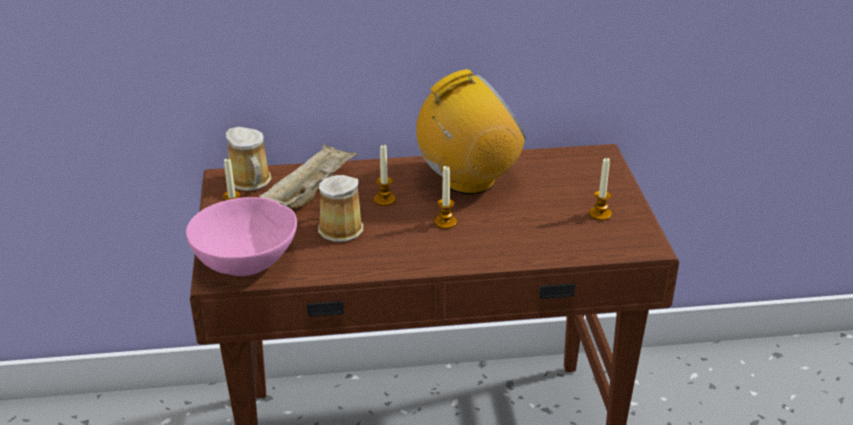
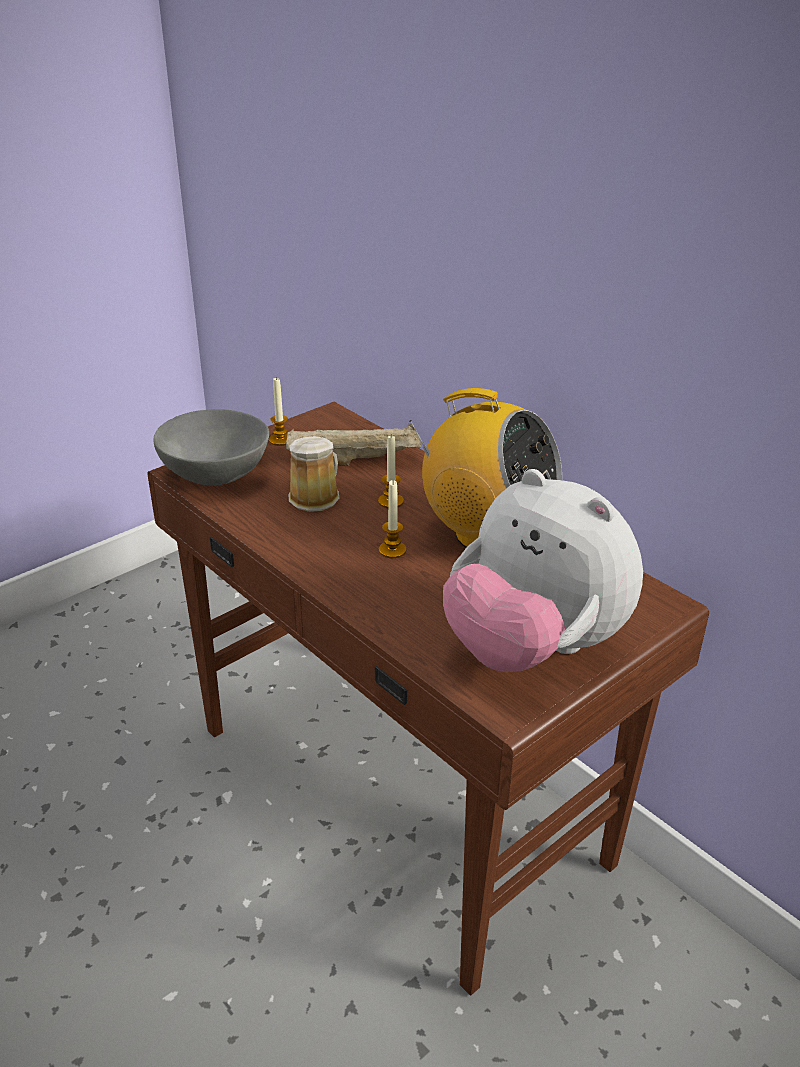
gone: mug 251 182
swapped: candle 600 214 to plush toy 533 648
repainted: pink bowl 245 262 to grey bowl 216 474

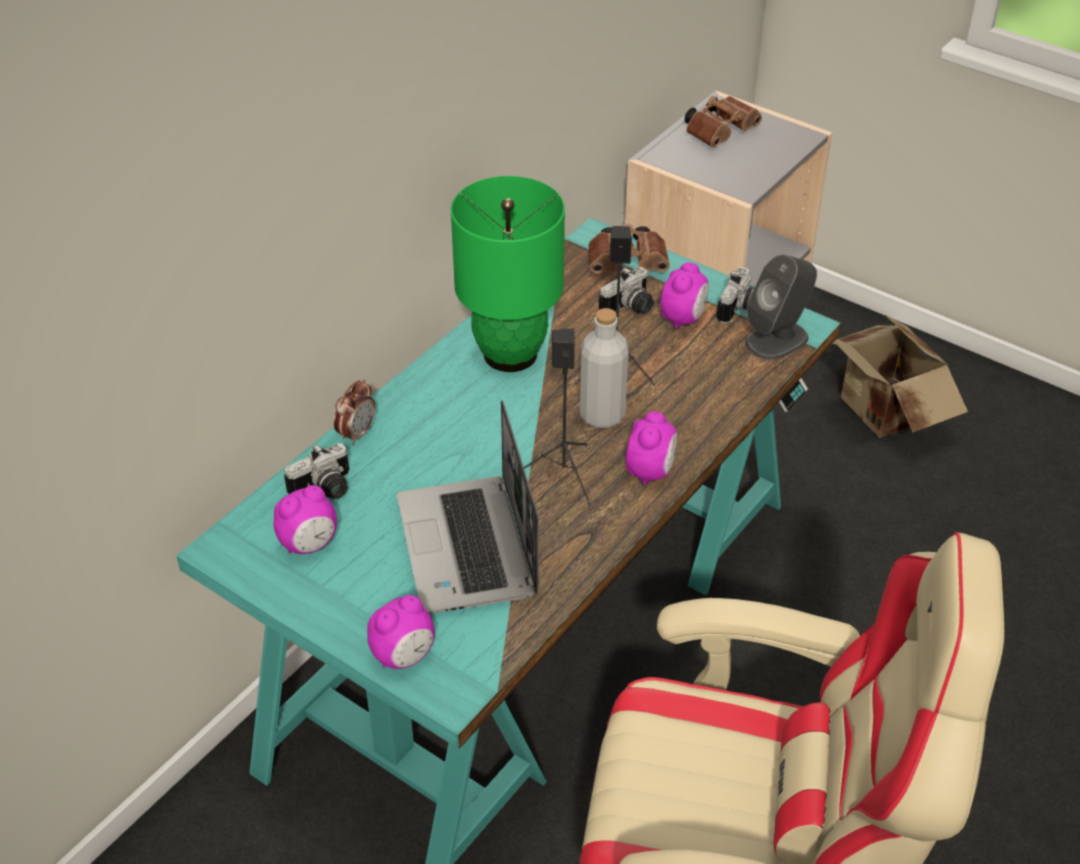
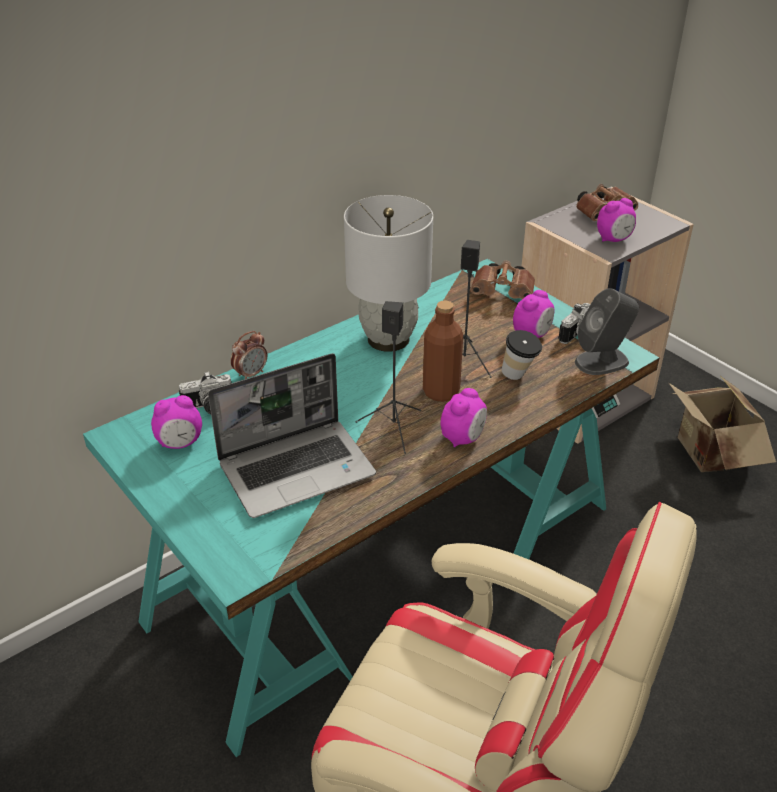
gone: photo camera 630 309
new: cup 519 376
shifted: alarm clock 404 656 to 614 239
repainted: green table lamp 510 354 to white table lamp 388 339; grey bottle 602 415 to brown bottle 441 392
rotated: laptop 469 548 = 298 468 120 degrees counterclockwise

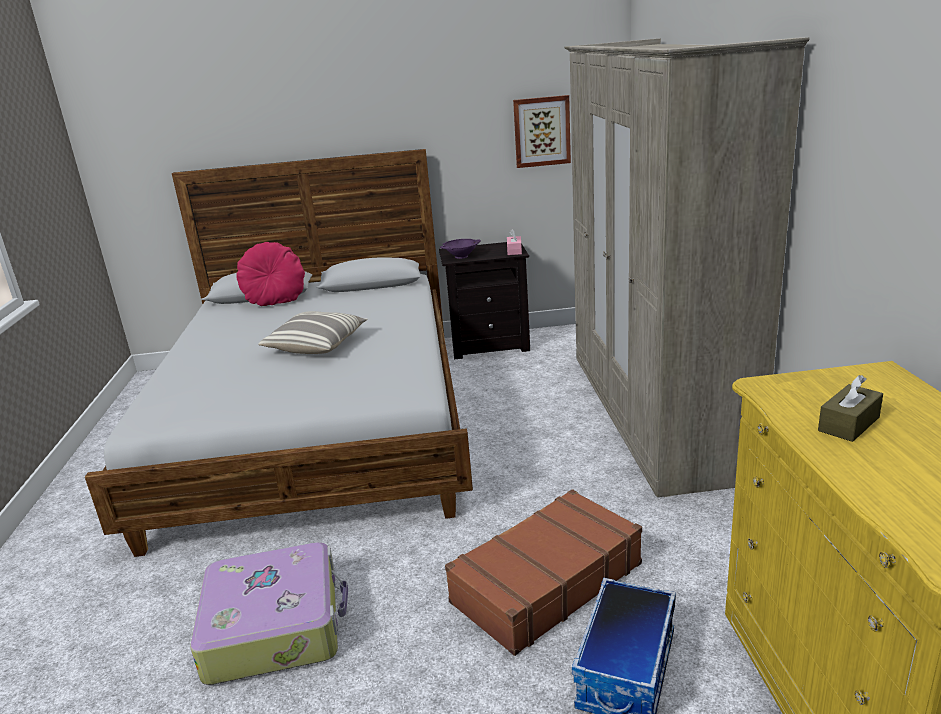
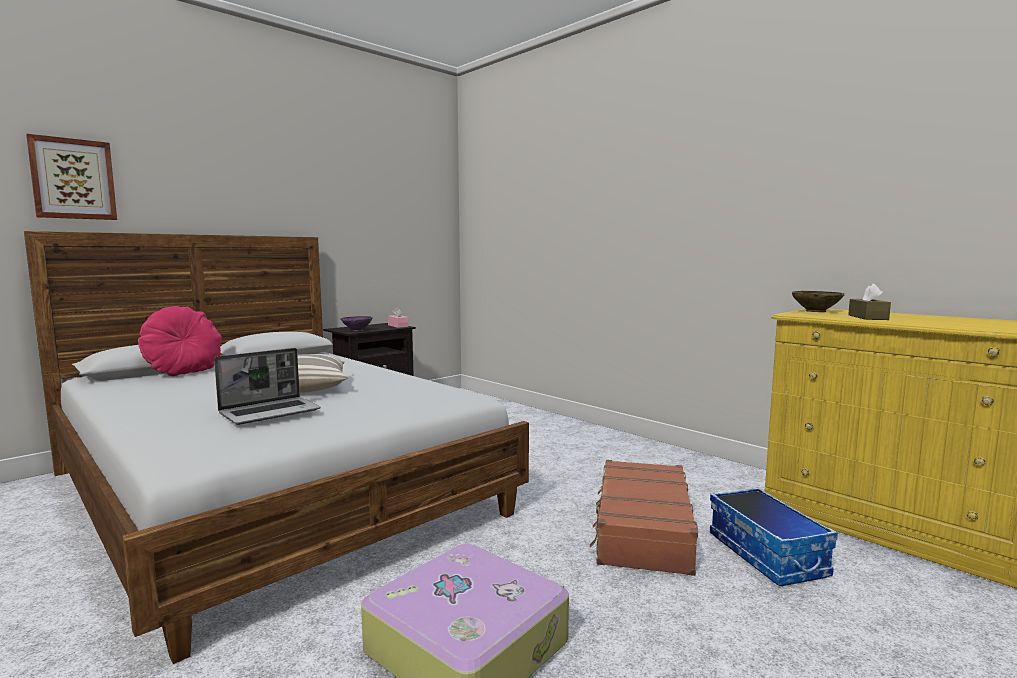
gone: beige wardrobe 653 412
new: laptop 271 412; beige bowl 815 311
shifted: picture 541 131 to 73 179

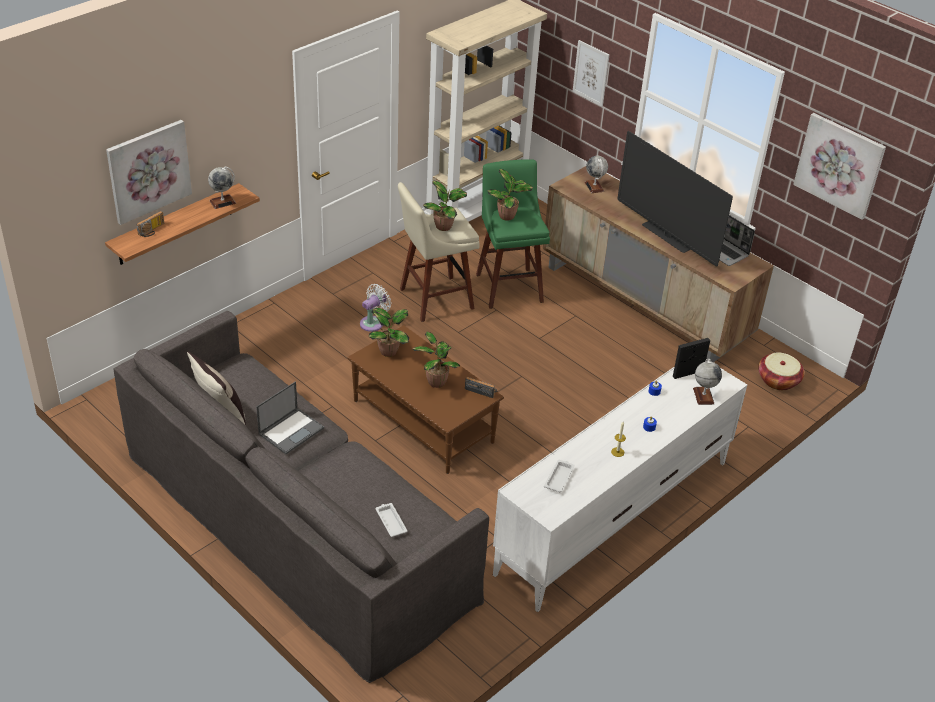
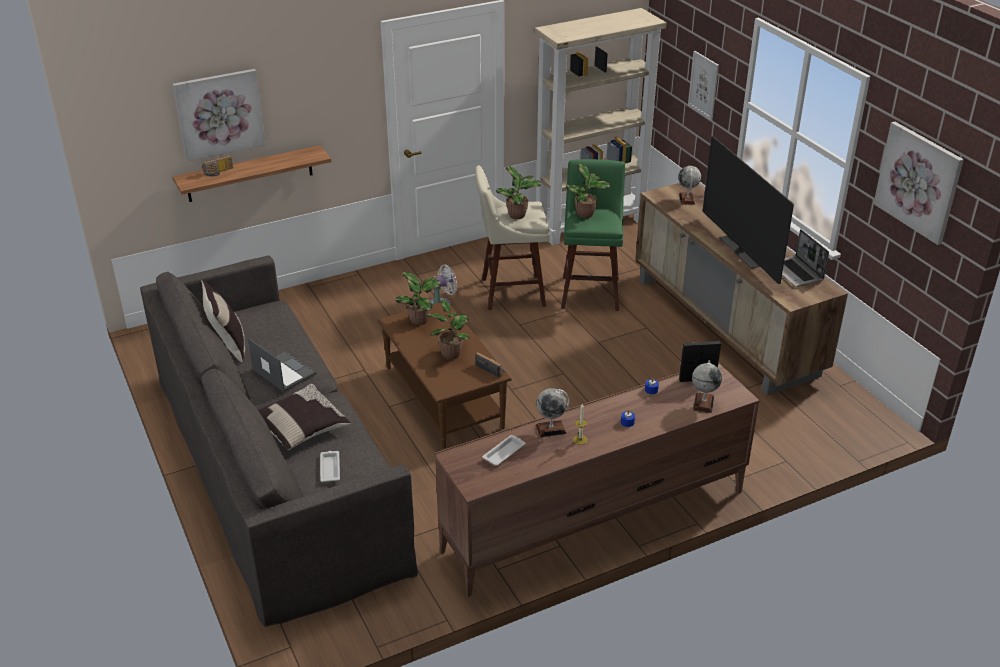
gone: basket 778 380
new: pillow 301 427
shifted: globe 223 202 to 551 429
repainted: white cabinet 614 518 to brown cabinet 594 522
rotated: laptop 291 430 = 283 371 105 degrees counterclockwise

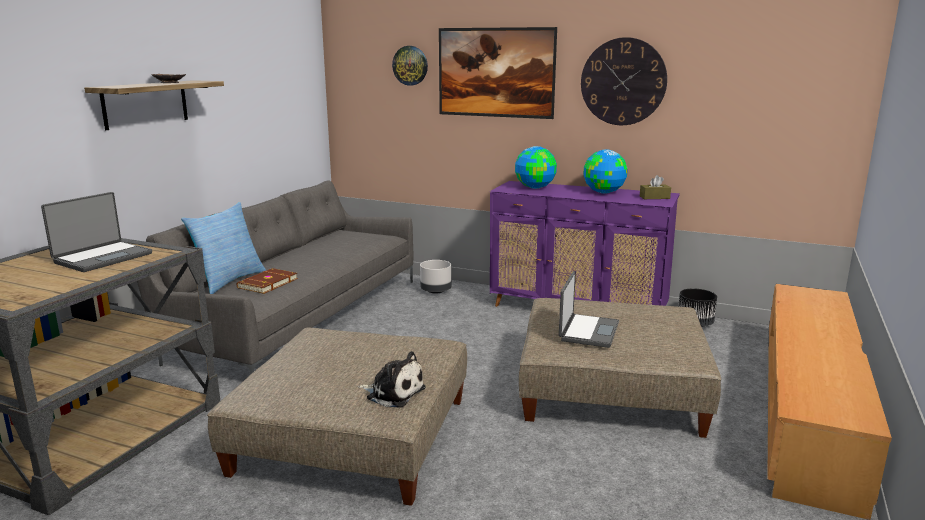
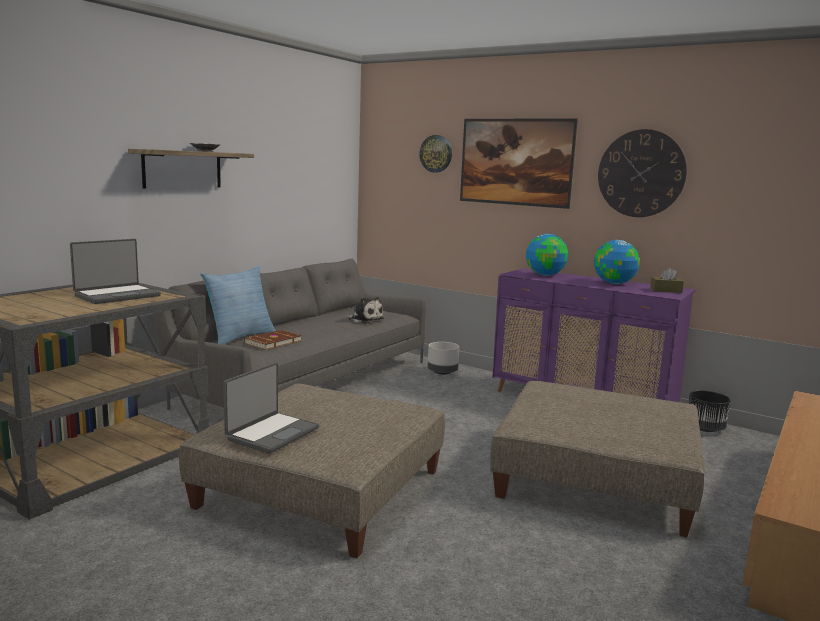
shifted: plush toy 393 393 to 364 319; laptop 587 331 to 271 433

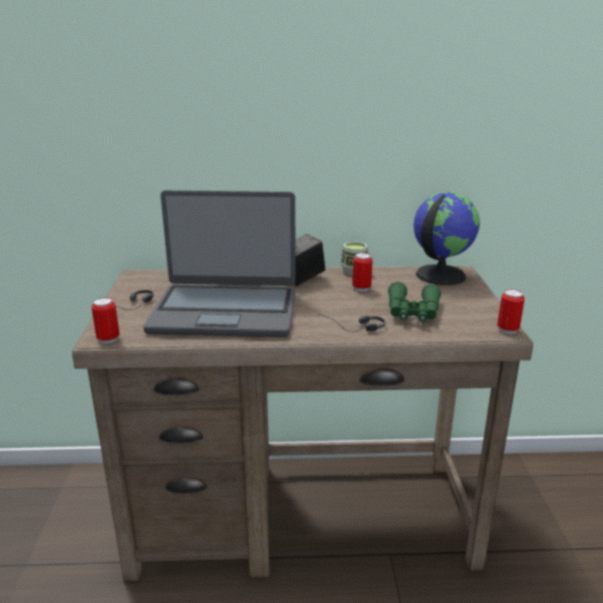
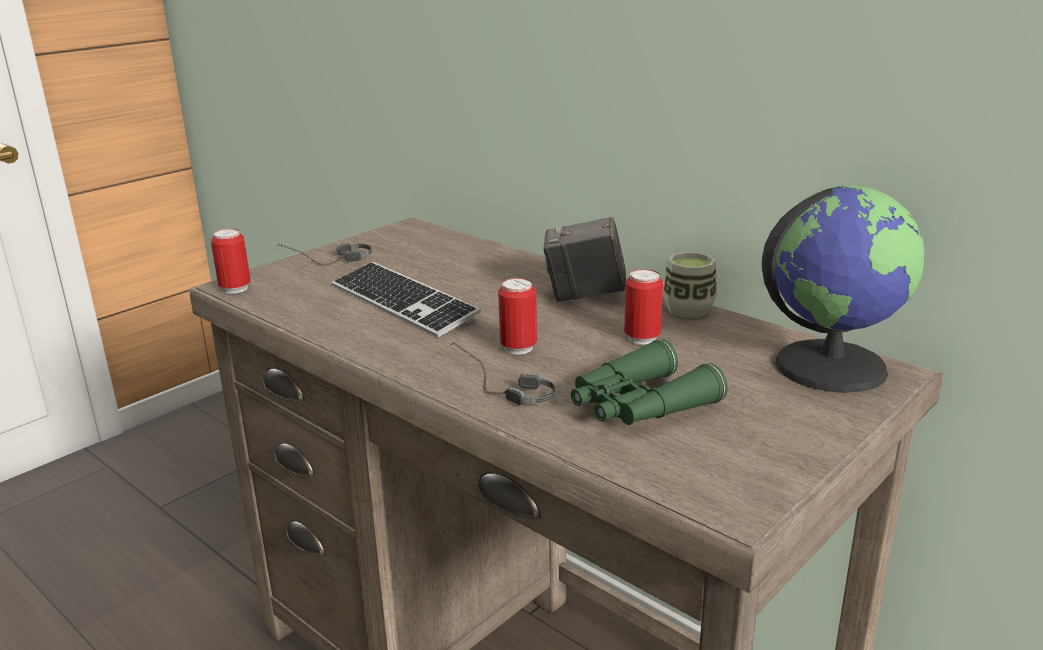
shifted: can 507 330 to 518 348
swapped: laptop 225 311 to keyboard 403 302

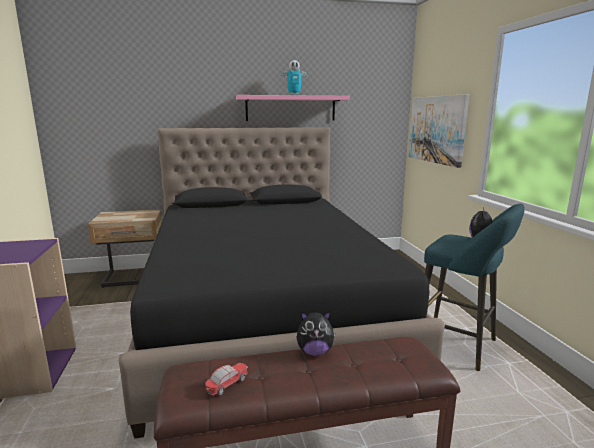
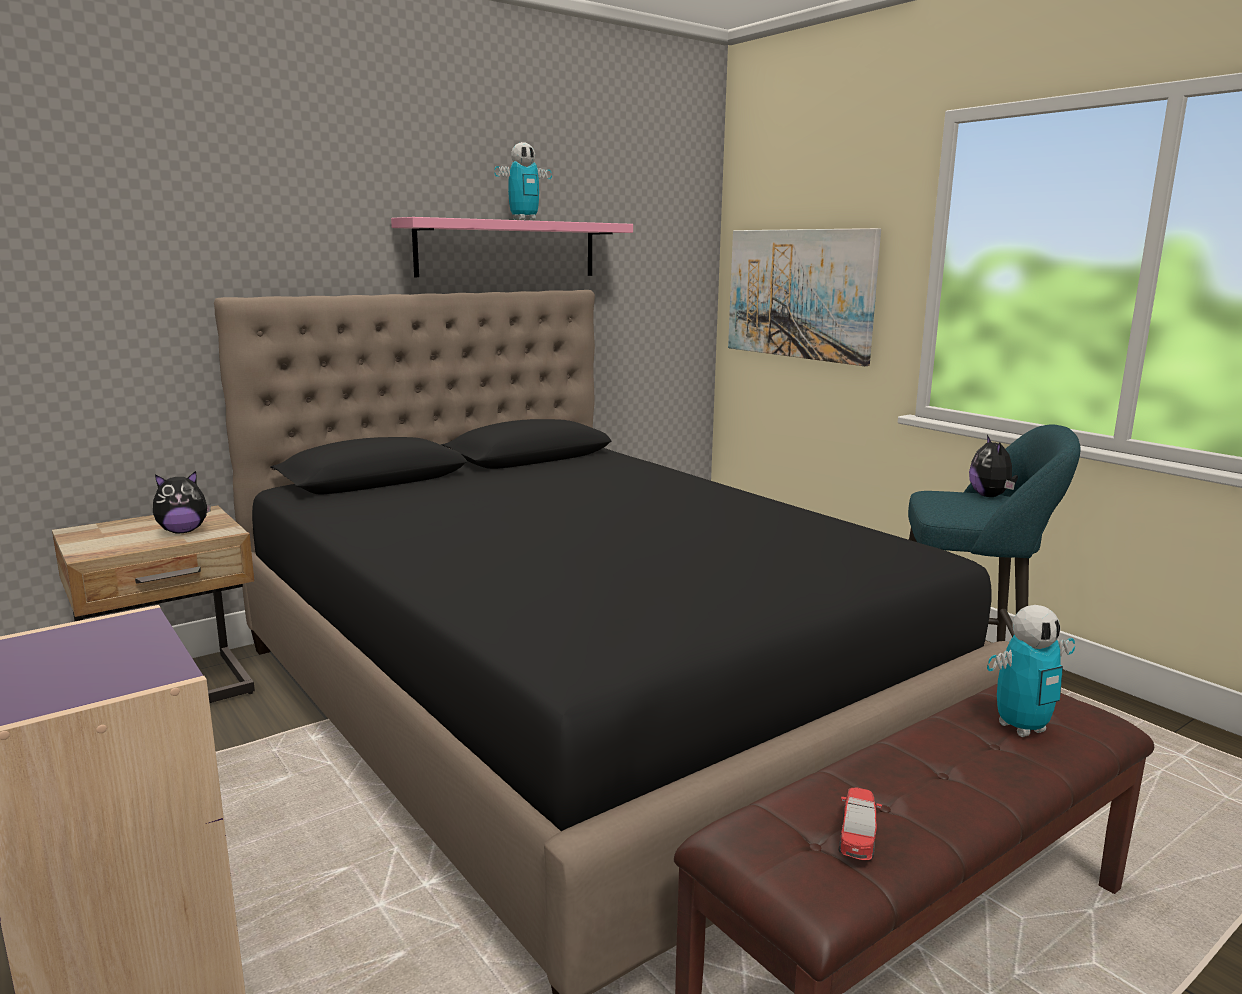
new: toy robot 1021 728
shifted: plush toy 315 352 to 183 531

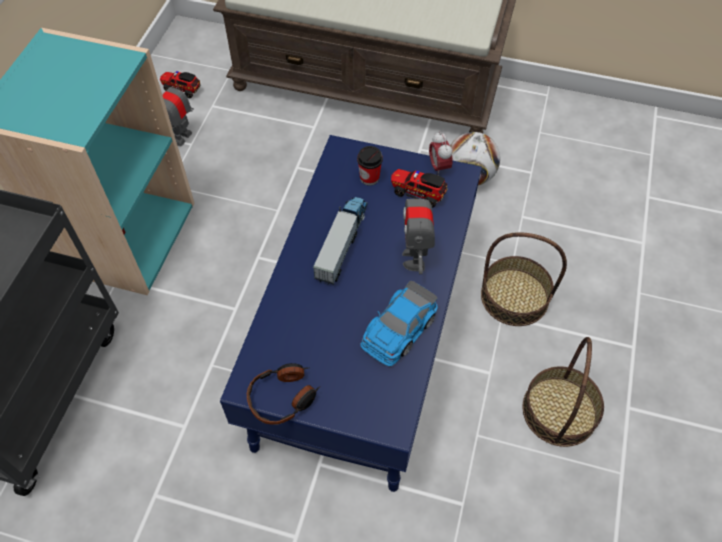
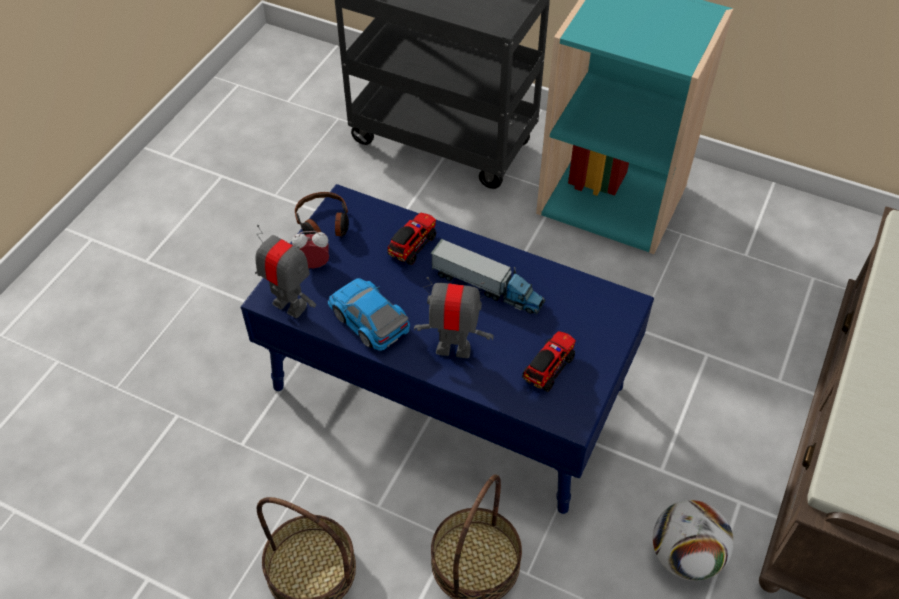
gone: cup 369 178
shifted: toy truck 181 89 to 413 245; toy robot 181 137 to 290 305; alarm clock 439 167 to 314 264

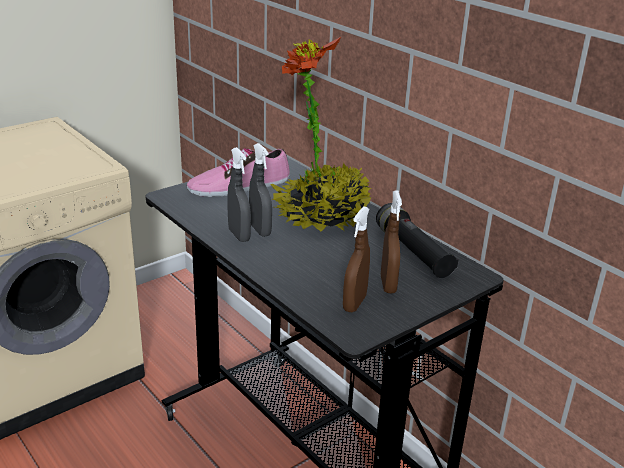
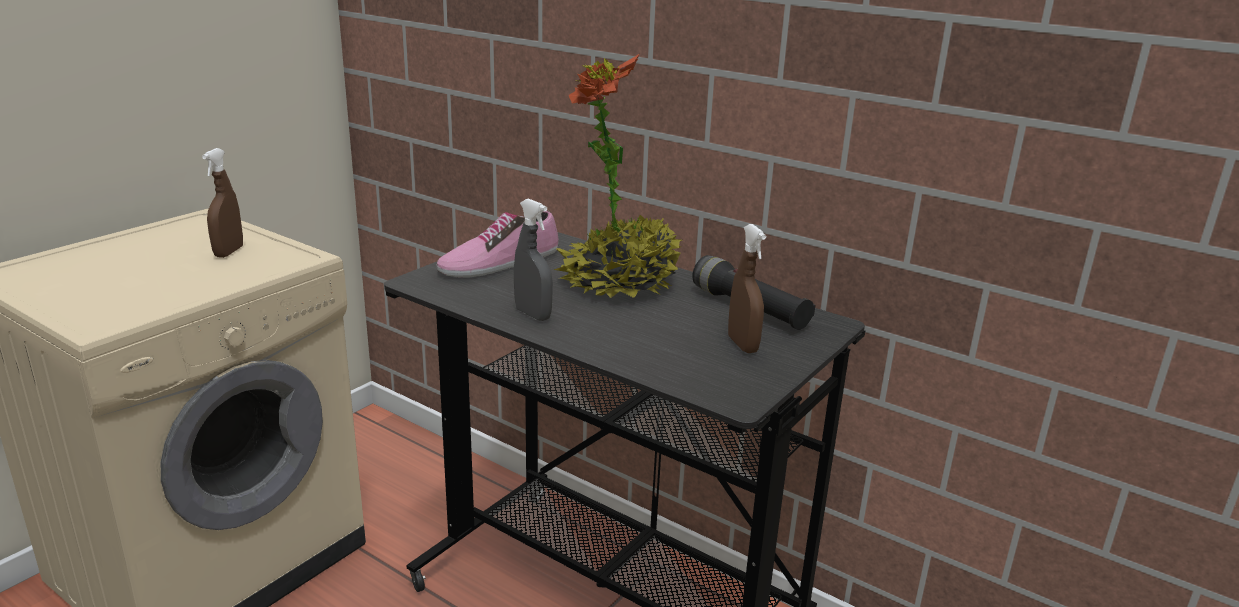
gone: grey spray bottle 260 230
shifted: brown spray bottle 354 303 to 229 252

